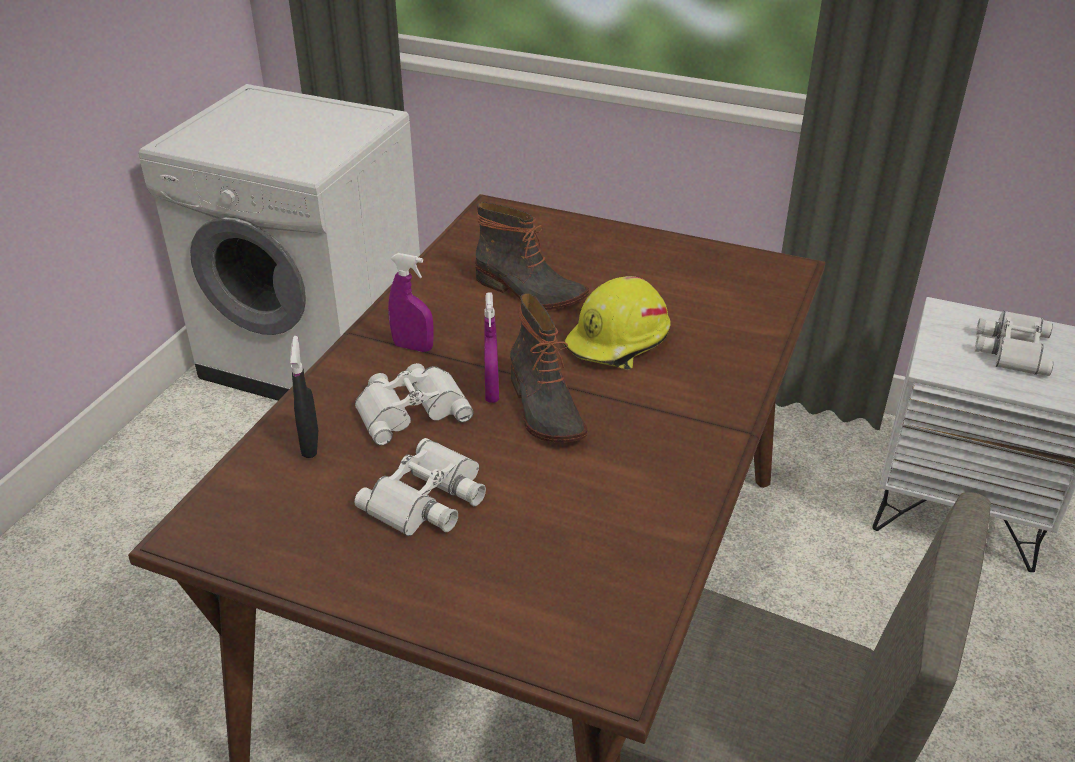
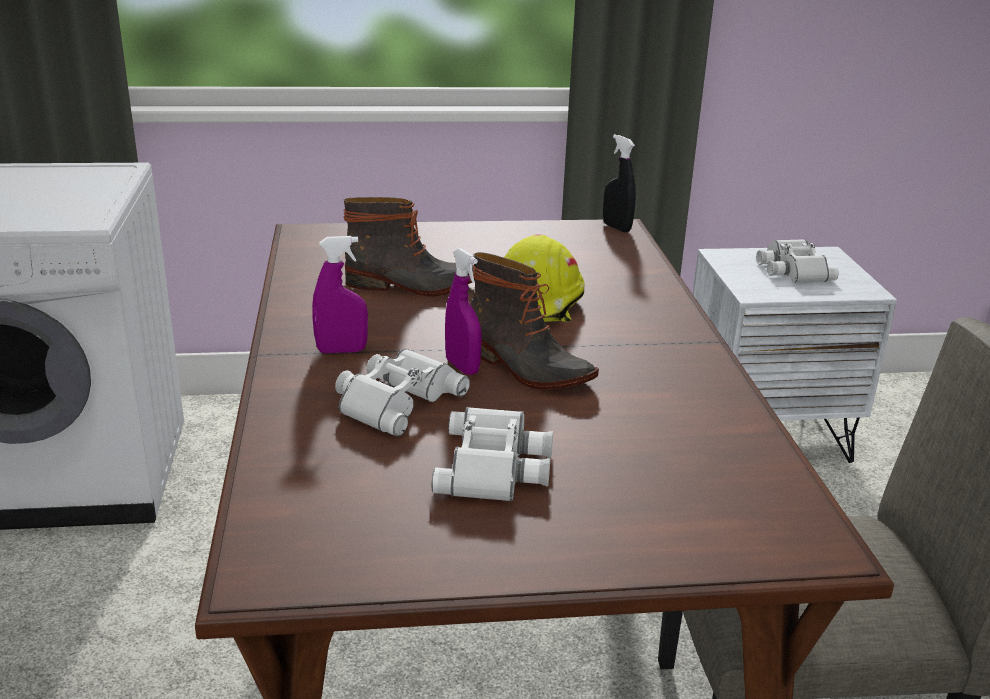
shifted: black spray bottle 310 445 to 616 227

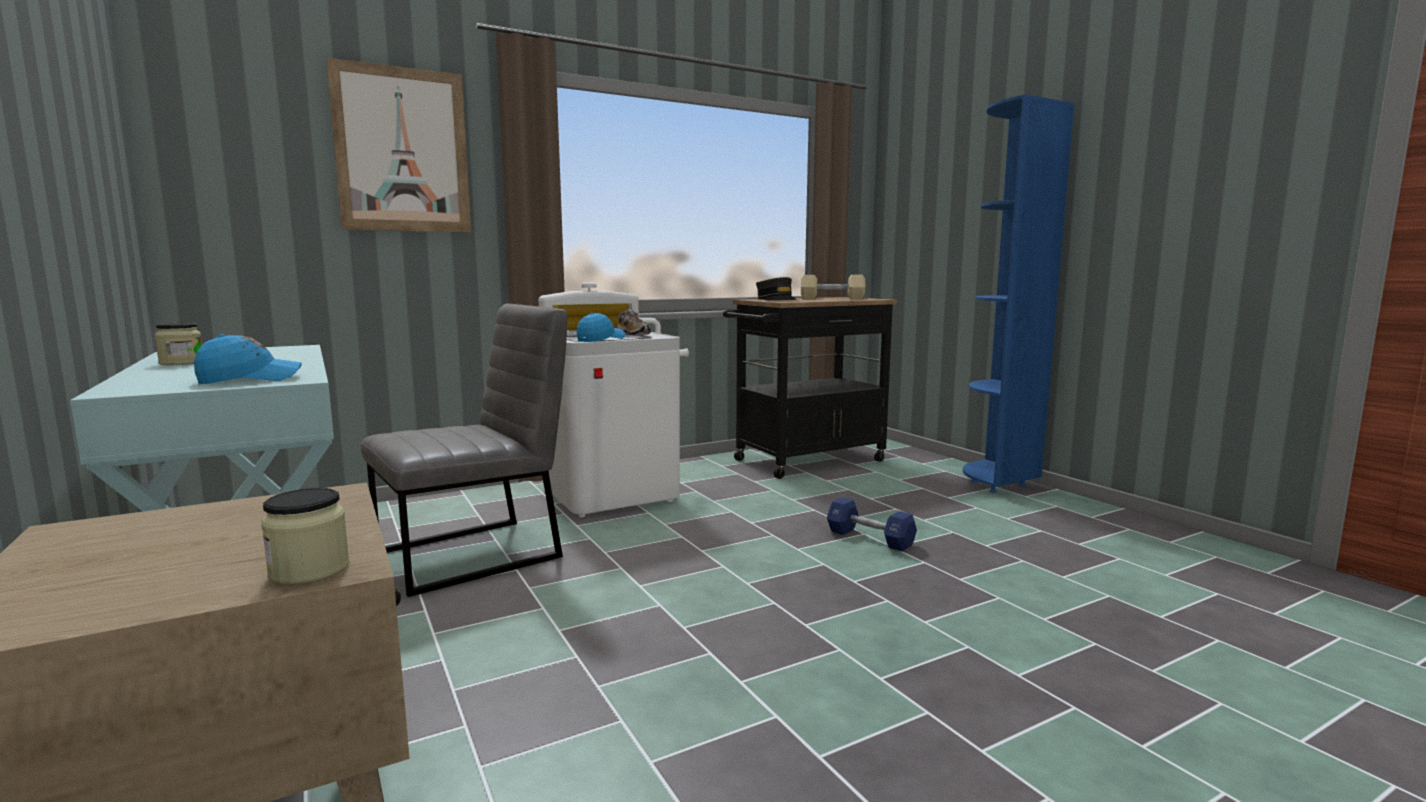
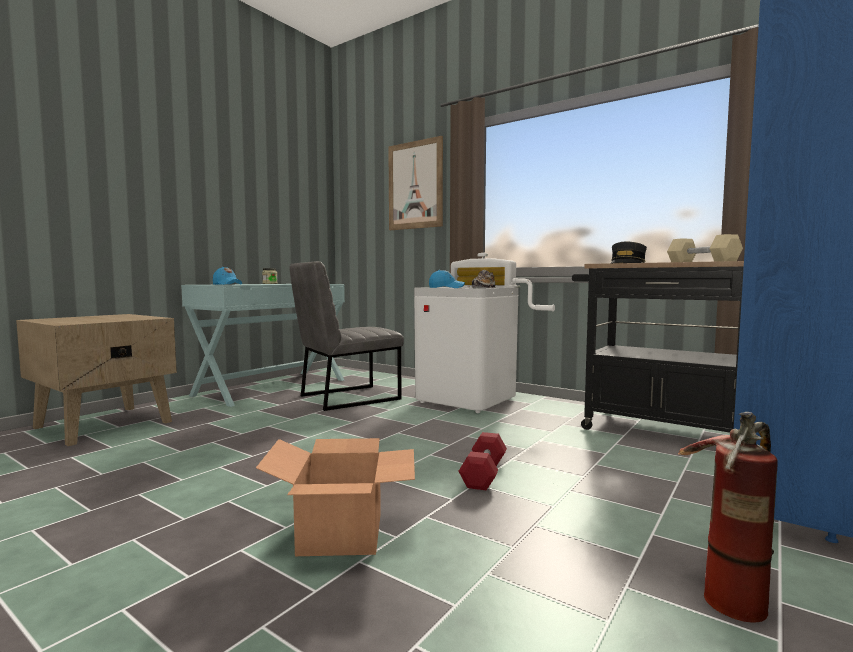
gone: jar 309 570
new: cardboard box 340 532; fire extinguisher 732 590
repainted: blue dumbbell 870 538 to red dumbbell 483 474
rotated: grey chair 474 554 = 347 398 120 degrees clockwise

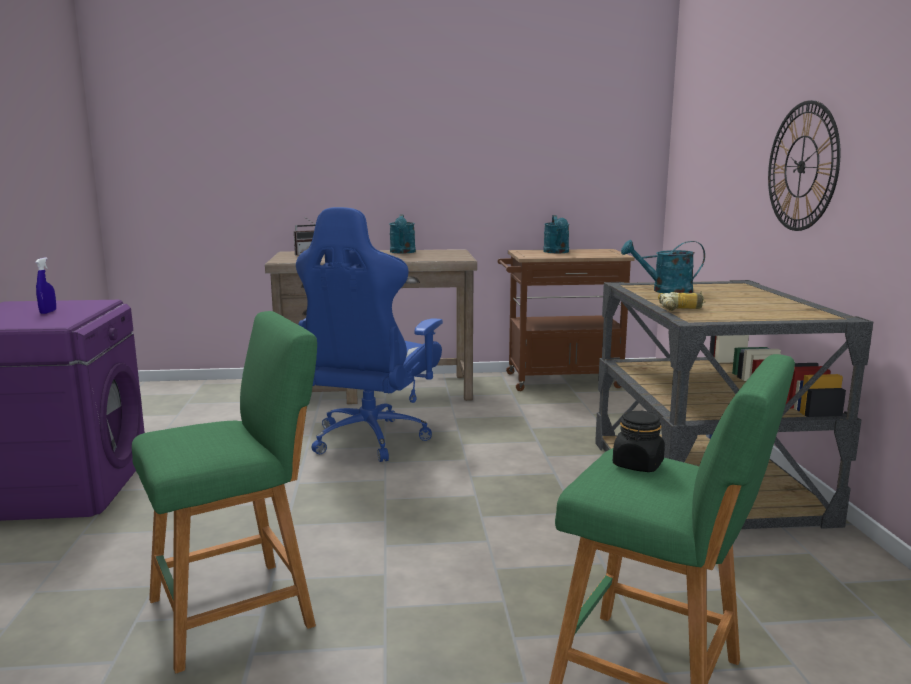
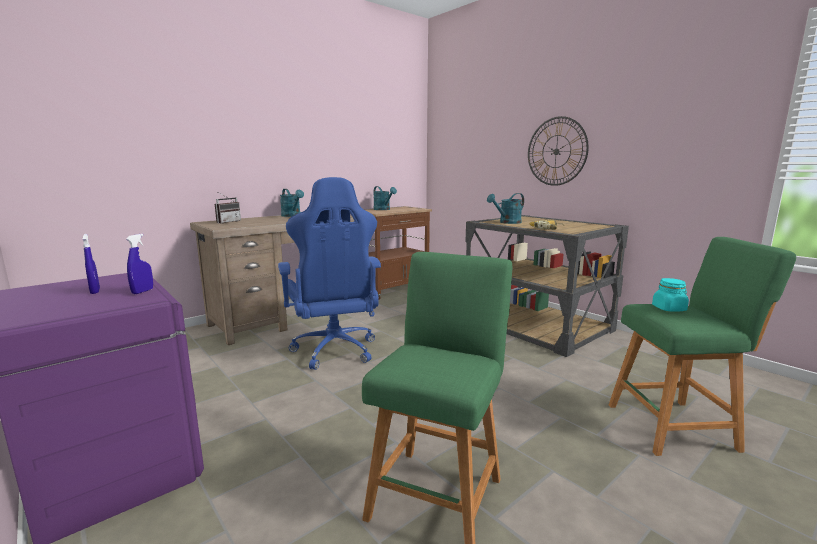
new: blue spray bottle 142 291
repainted: black jar 637 465 to turquoise jar 669 309

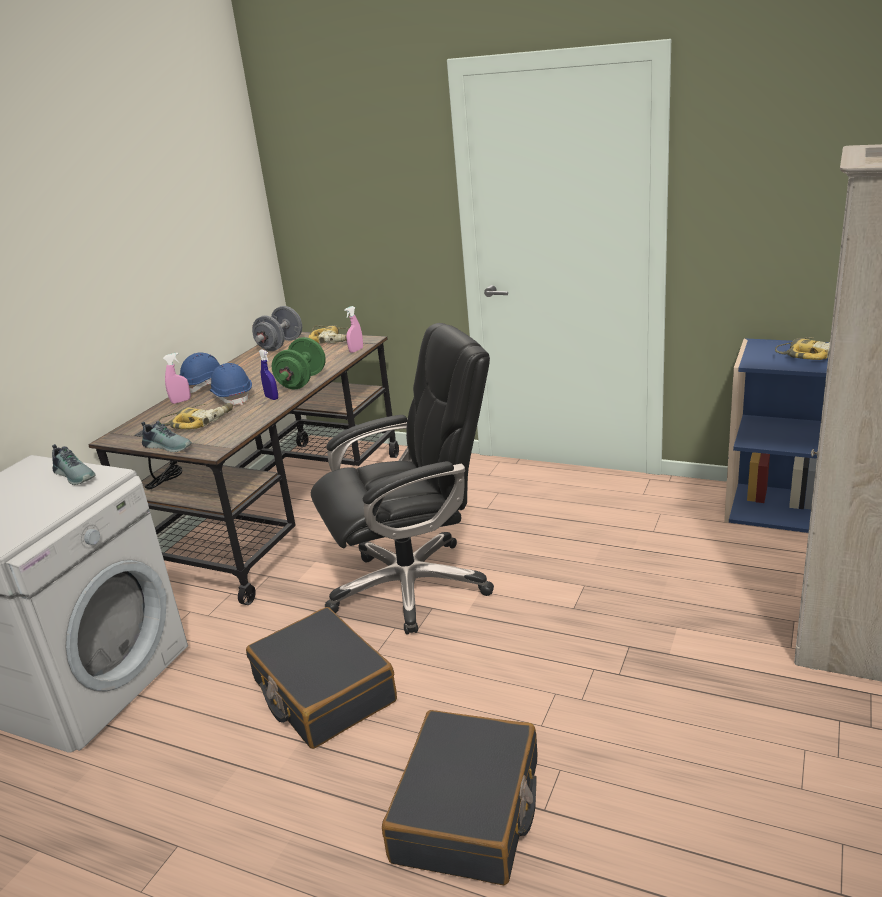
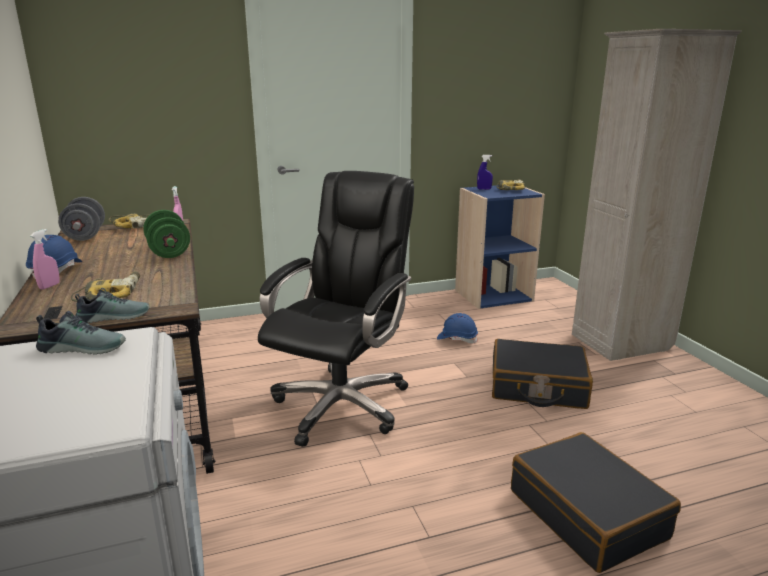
shifted: blue hard hat 233 397 to 457 339; black suitcase 323 691 to 537 387; blue spray bottle 272 398 to 484 189

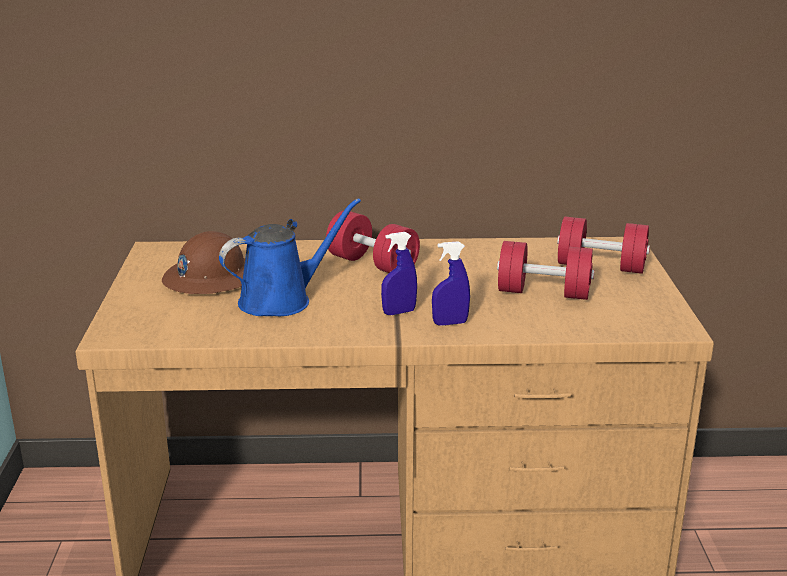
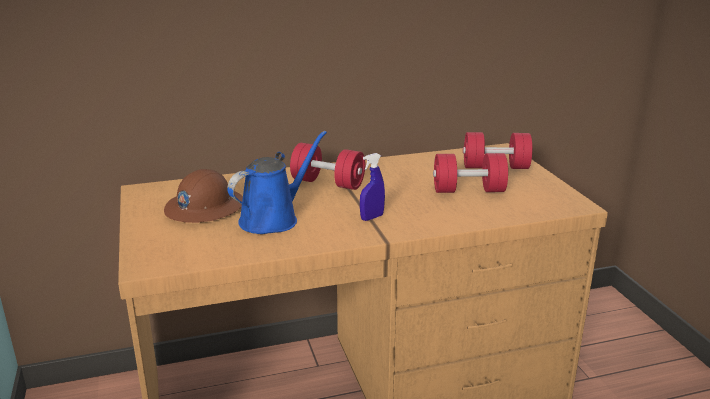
gone: blue spray bottle 450 323

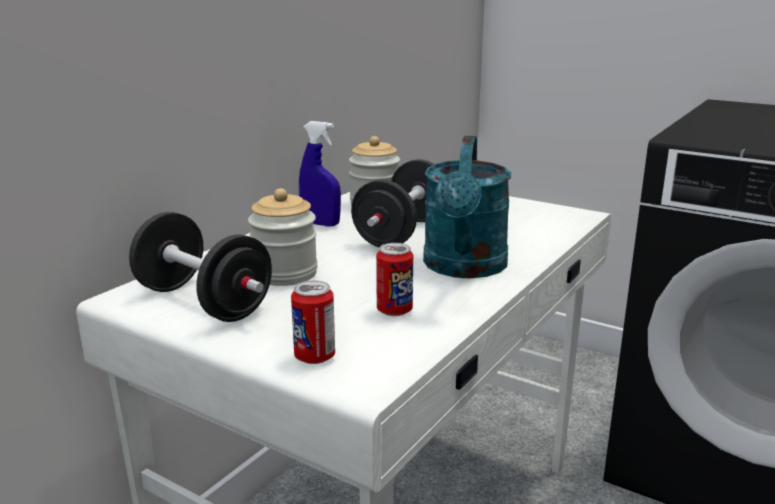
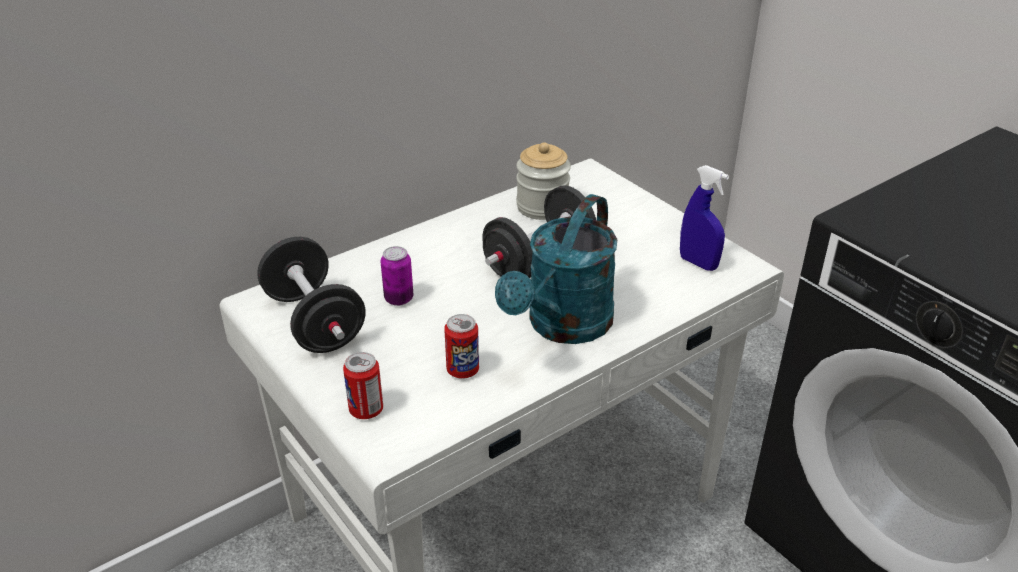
shifted: blue spray bottle 320 224 to 698 263
swapped: jar 285 274 to can 399 299

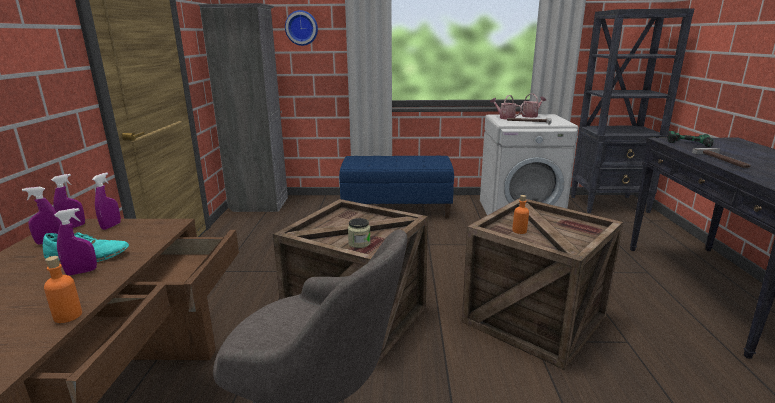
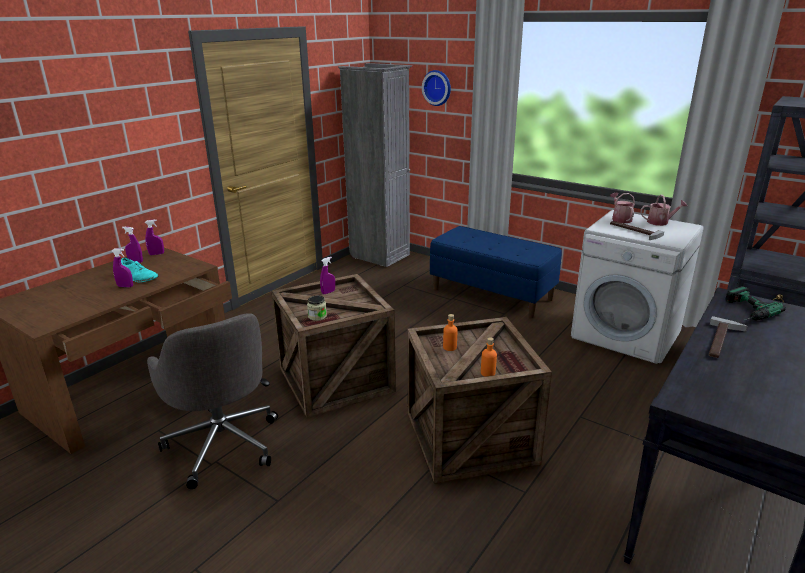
shifted: orange bottle 68 316 to 488 373; purple spray bottle 111 226 to 328 292

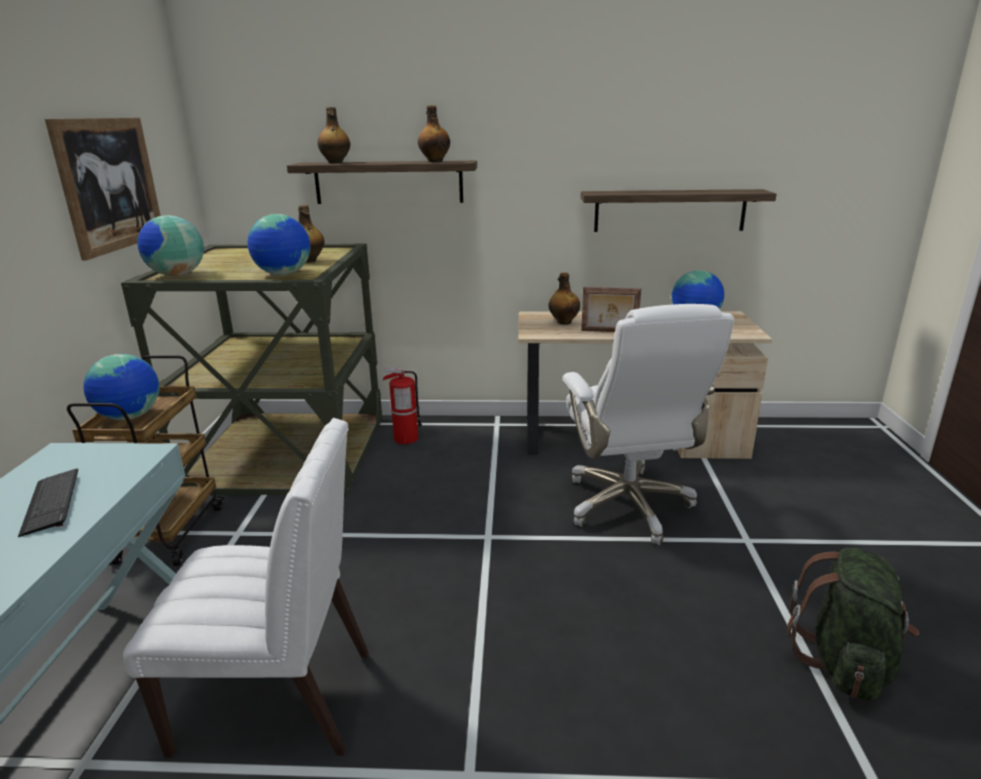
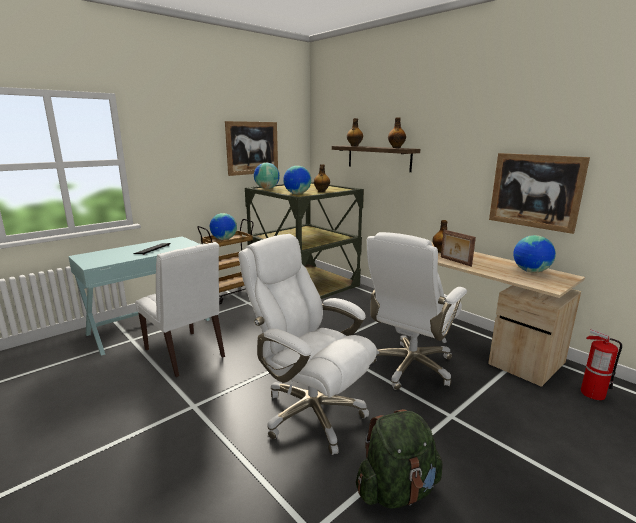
new: white office chair 310 412
shifted: fire extinguisher 405 439 to 592 393
swapped: shelf 669 210 to picture 535 191

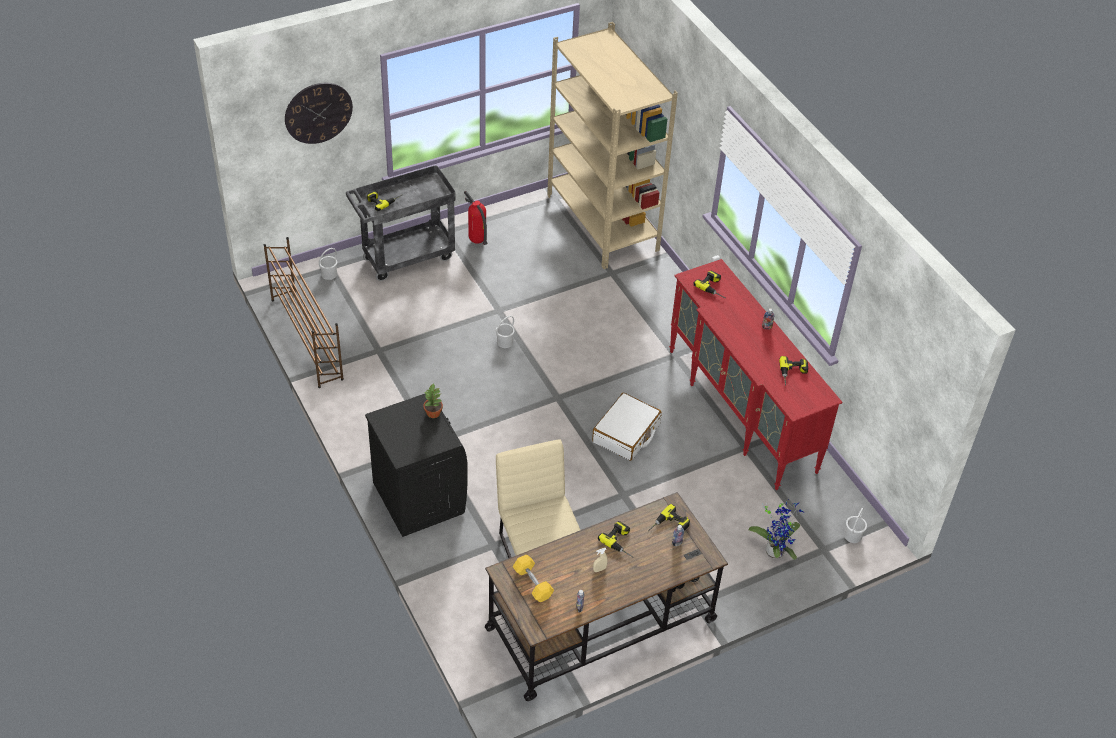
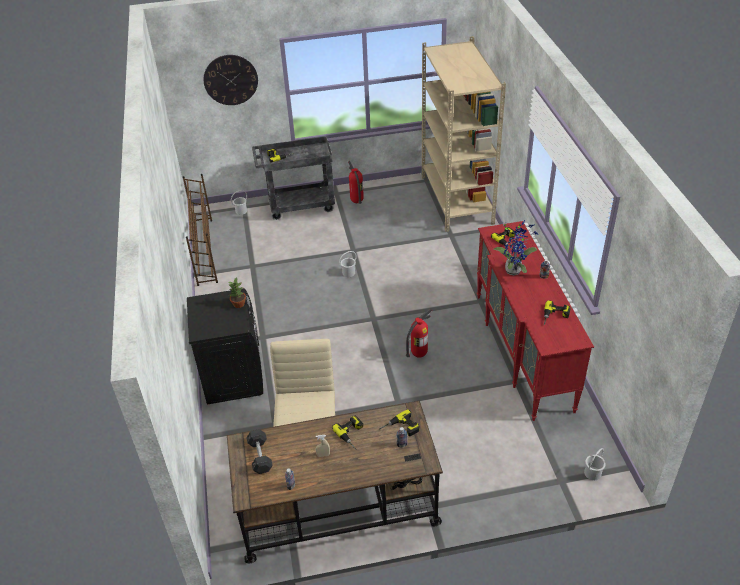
shifted: potted plant 775 550 to 514 269
swapped: white suitcase 626 433 to fire extinguisher 418 354
repainted: yellow dumbbell 533 583 to grey dumbbell 260 456

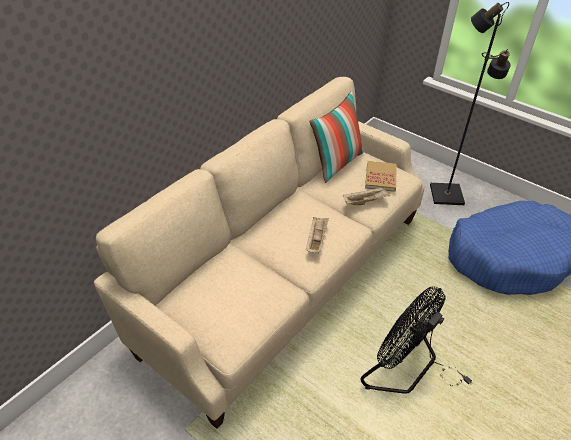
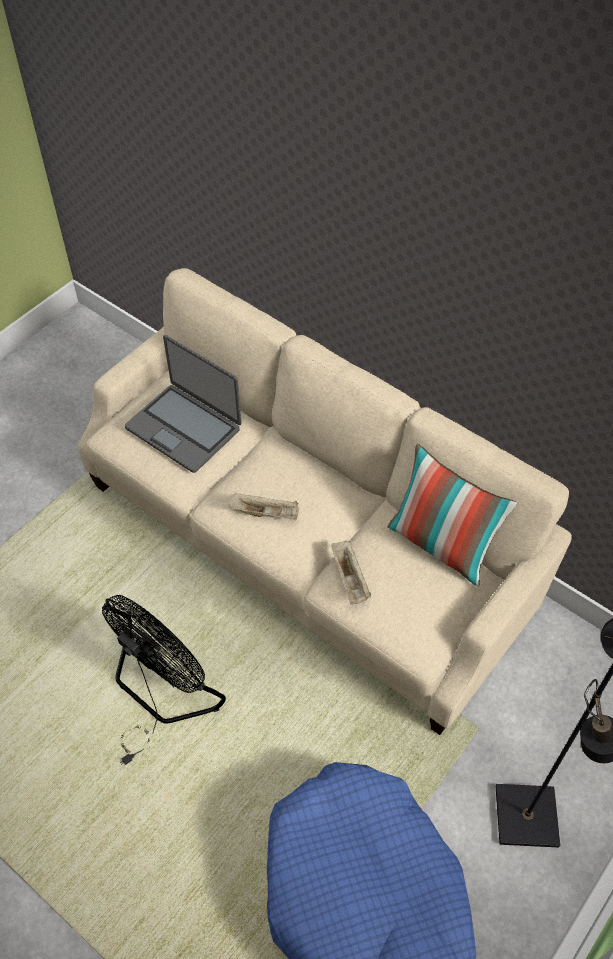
gone: book 380 177
new: laptop 184 428

